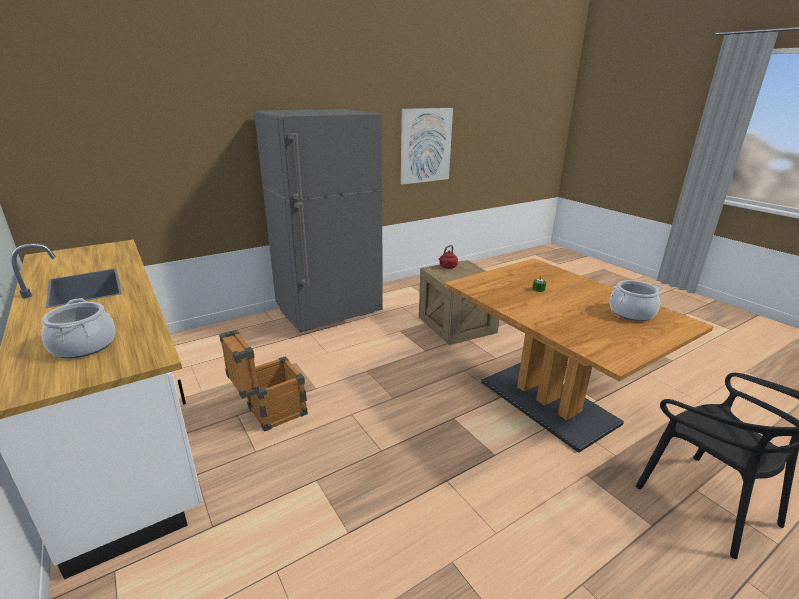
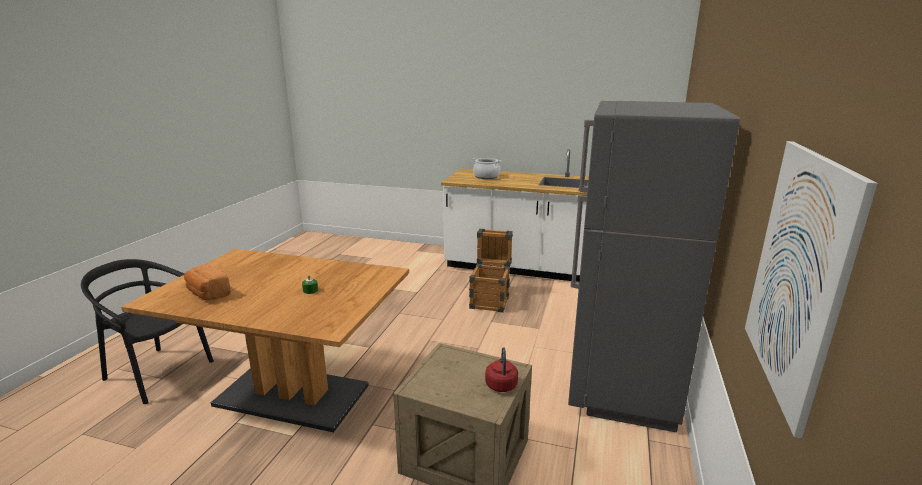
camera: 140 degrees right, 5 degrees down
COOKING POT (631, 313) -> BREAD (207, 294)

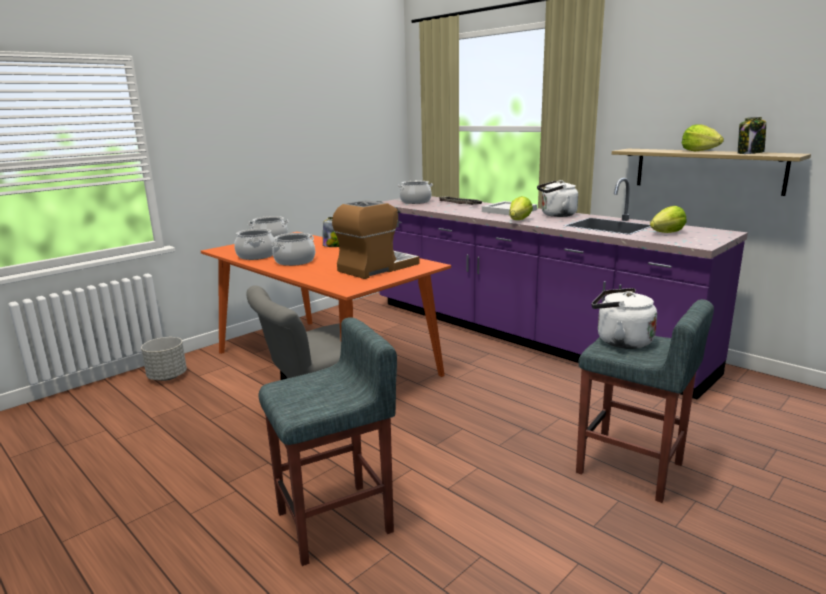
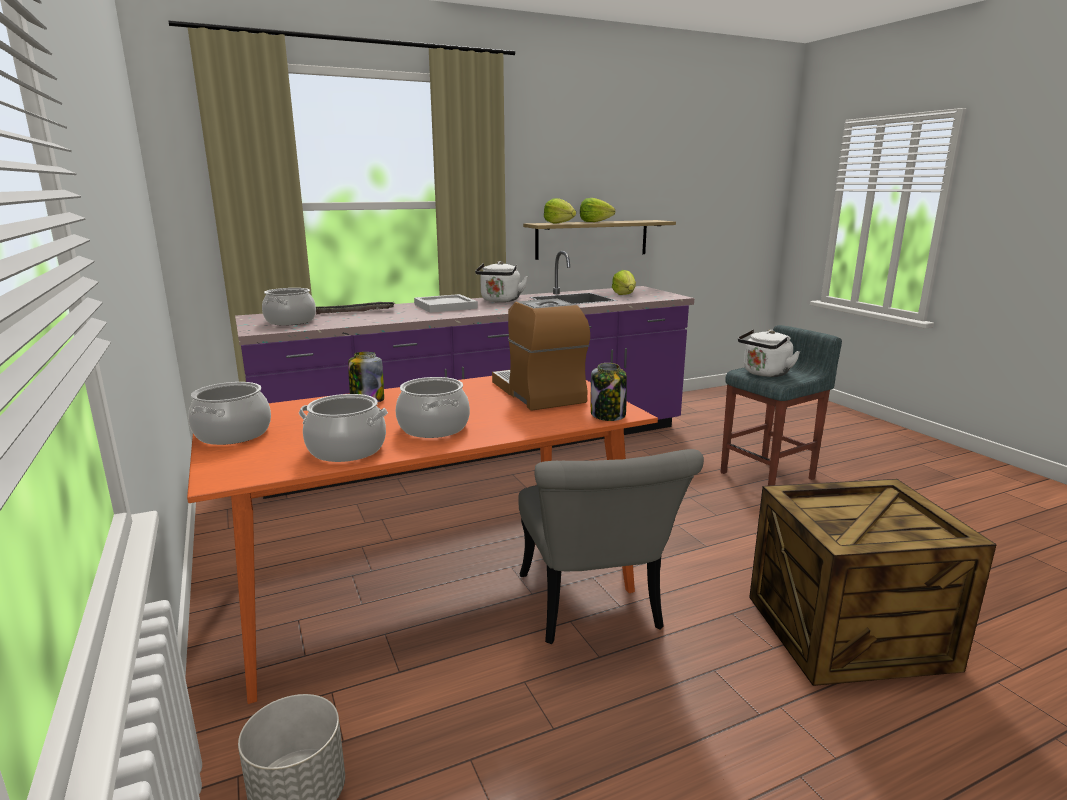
camera: 70 degrees left, 0 degrees up
LETTUCE (519, 220) -> LETTUCE (559, 223), relocated
JAR (750, 153) -> JAR (608, 415), relocated
GREY STOOL (336, 522) -> CRATE (847, 630)

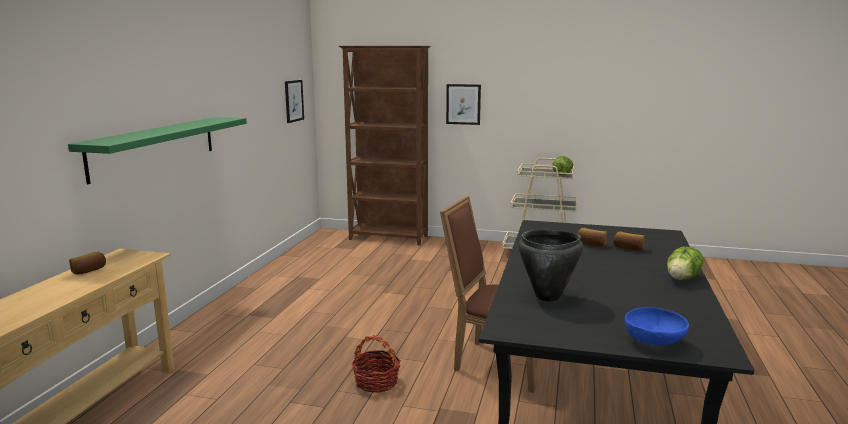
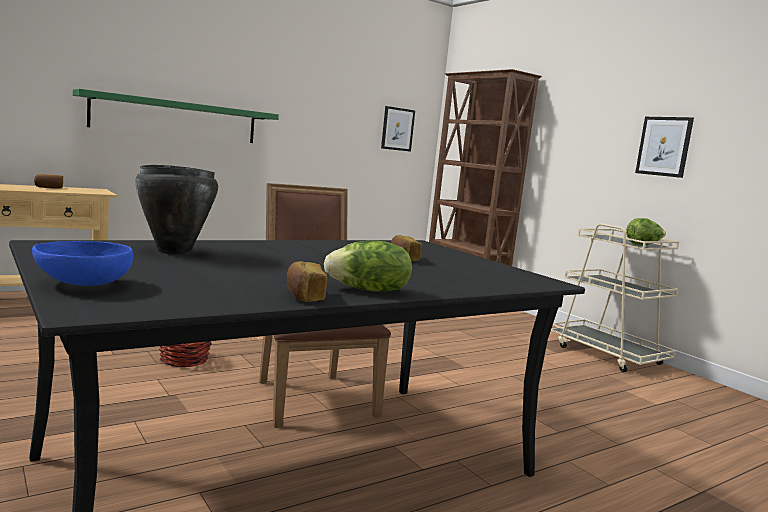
camera: 40 degrees right, 5 degrees down
BREAD (628, 248) -> BREAD (303, 296), relocated
PICTURE (463, 104) -> PICTURE (664, 146), relocated

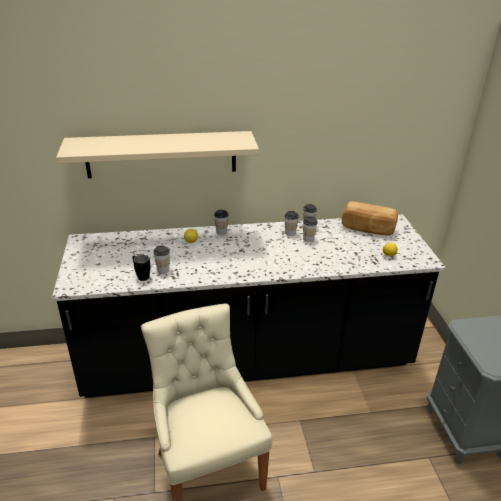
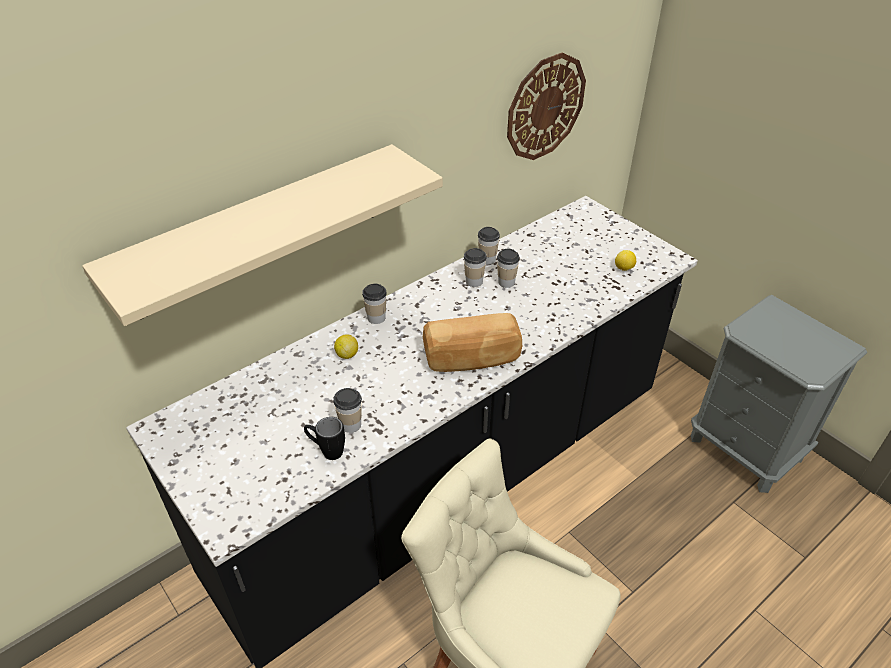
camera: 30 degrees left, 10 degrees up
BREAD (367, 229) -> BREAD (472, 358), relocated
none -> WALL CLOCK (545, 107)

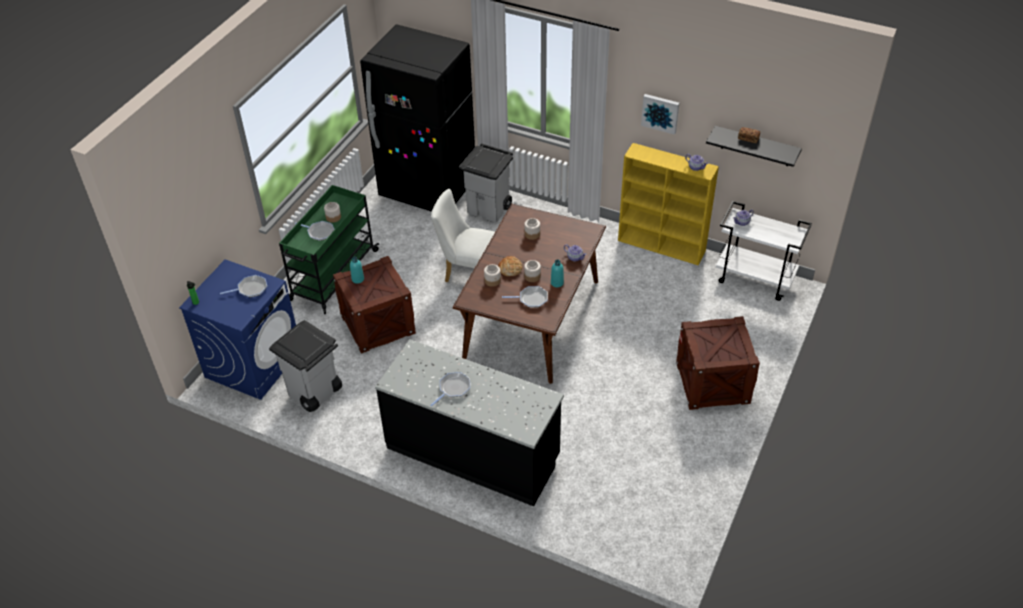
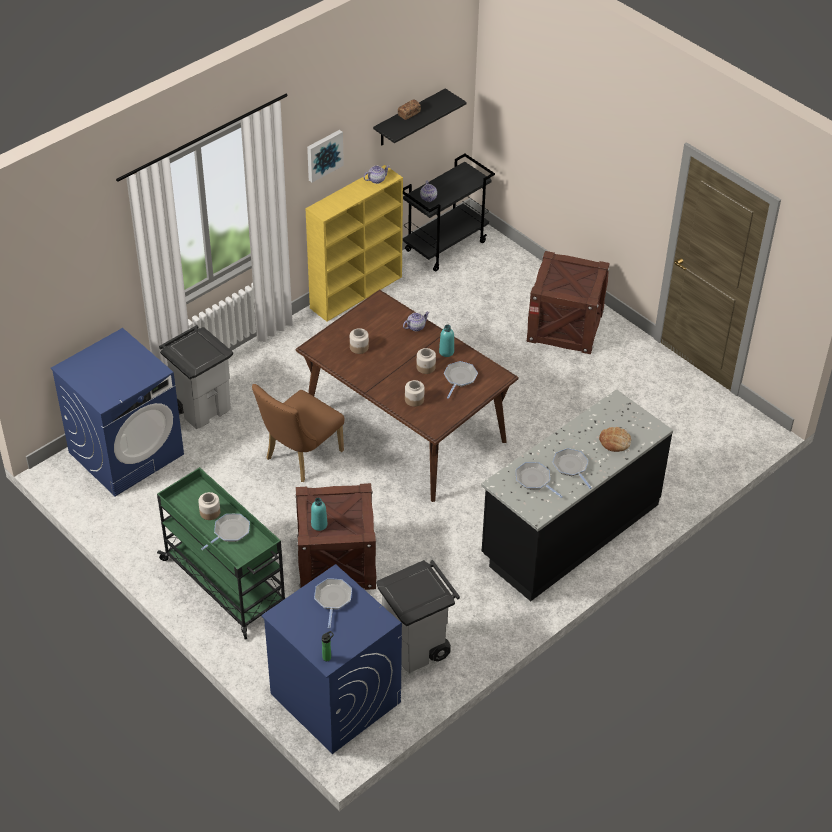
camera: 70 degrees left, 0 degrees up
BLACK FRIDGE (428, 190) -> BLUE WASHING MACHINE (126, 453)
WHITE CHAIR (468, 272) -> BROWN CHAIR (300, 457)
WHITE CART (755, 279) -> BLACK CART (445, 245)
none -> FRYING PAN (534, 480)
BREAD (510, 268) -> BREAD (615, 441), relocated

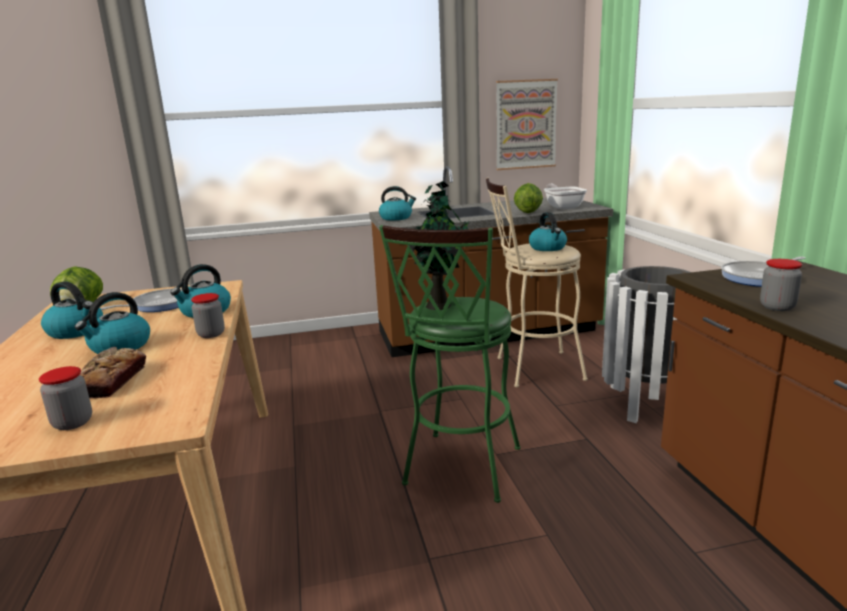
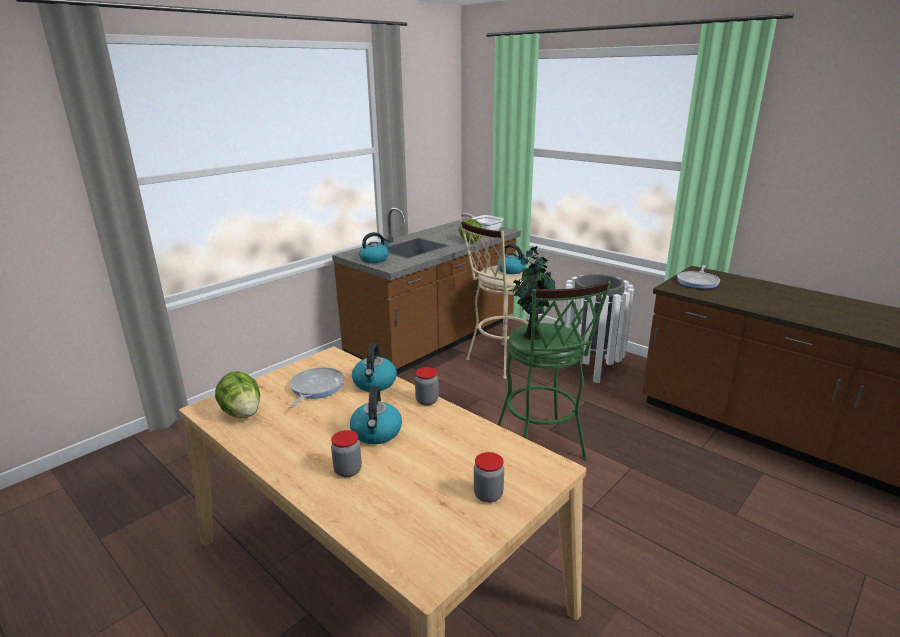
camera: 35 degrees left, 5 degrees up
JAR (777, 307) -> JAR (348, 470), relocated
KETTLE (76, 331) -> none
BREAD (111, 381) -> none
PICTURE (526, 124) -> none

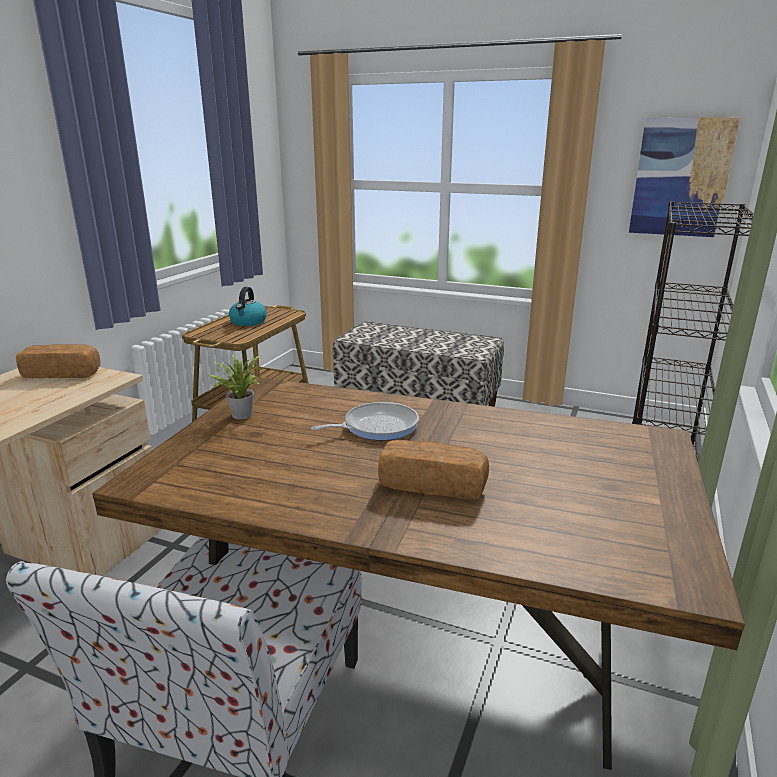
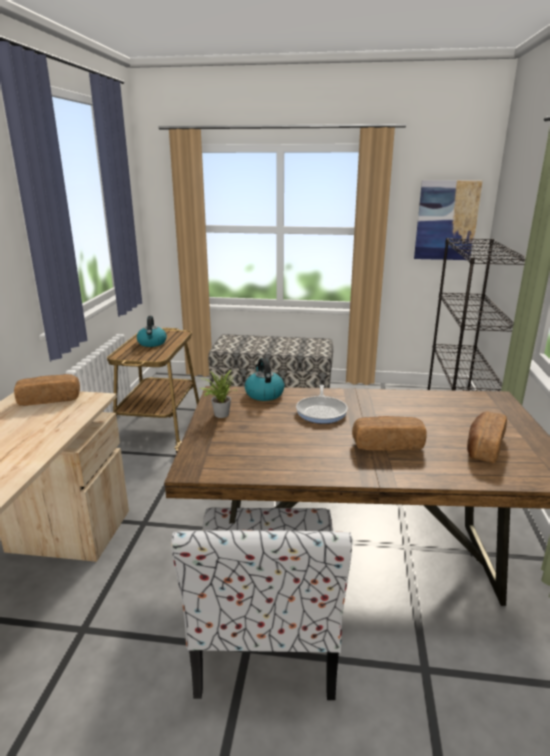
camera: 15 degrees left, 0 degrees up
none -> KETTLE (264, 394)
FRYING PAN (376, 427) -> FRYING PAN (322, 411), 135 degrees clockwise
none -> BREAD (483, 447)

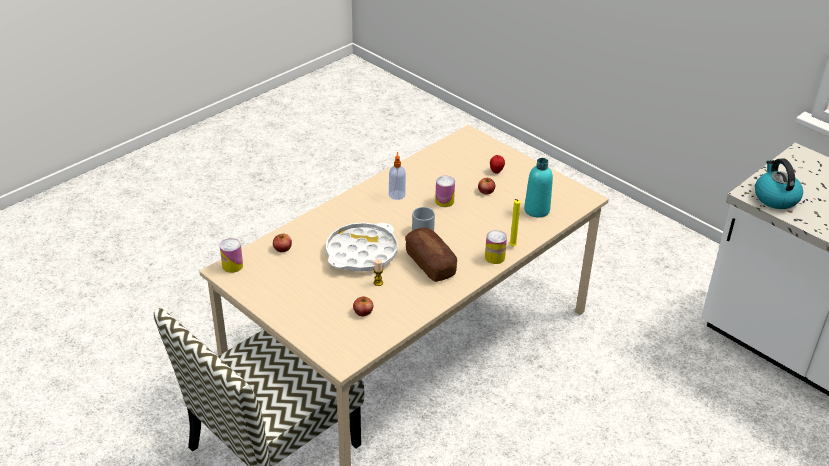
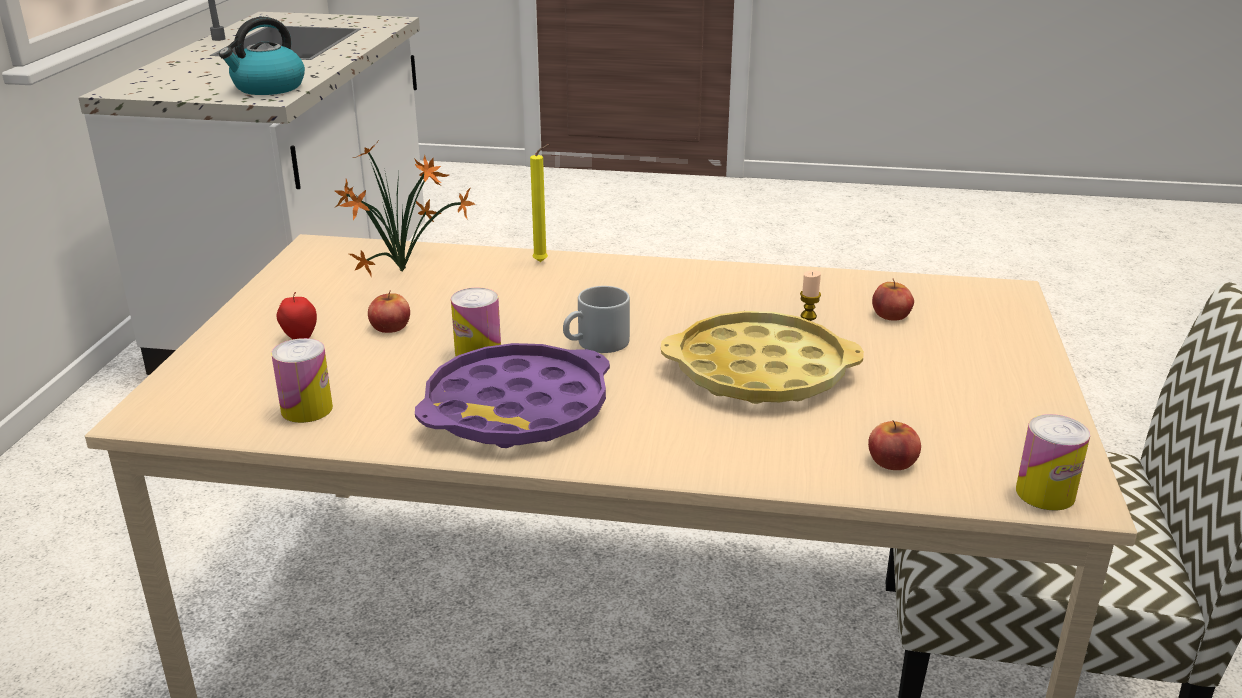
camera: 125 degrees left, 10 degrees down
CAN (494, 257) -> CAN (307, 409), relocated
TURQUOISE BOTTLE (537, 210) -> POTTED PLANT (405, 271)
SOAP DISPENSER (397, 194) -> PURPLE TRAY (517, 409)
WHITE TRAY (361, 253) -> YELLOW TRAY (760, 371)
BREAD (430, 263) -> none

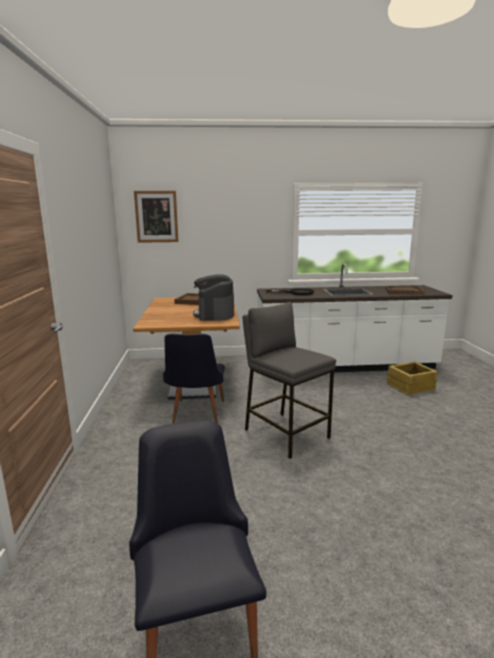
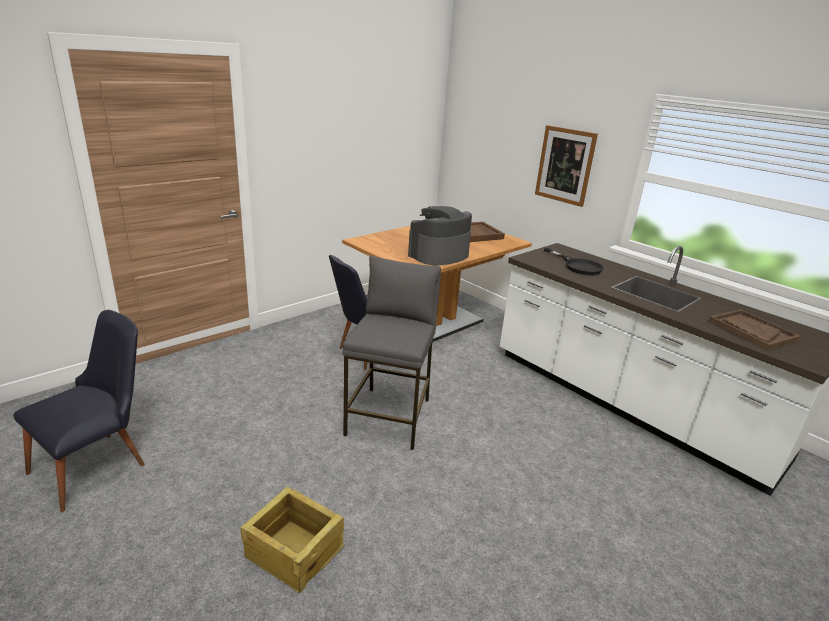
camera: 50 degrees right, 10 degrees up
CRATE (410, 386) -> CRATE (294, 551), relocated
PICTURE (156, 216) -> PICTURE (565, 165), relocated

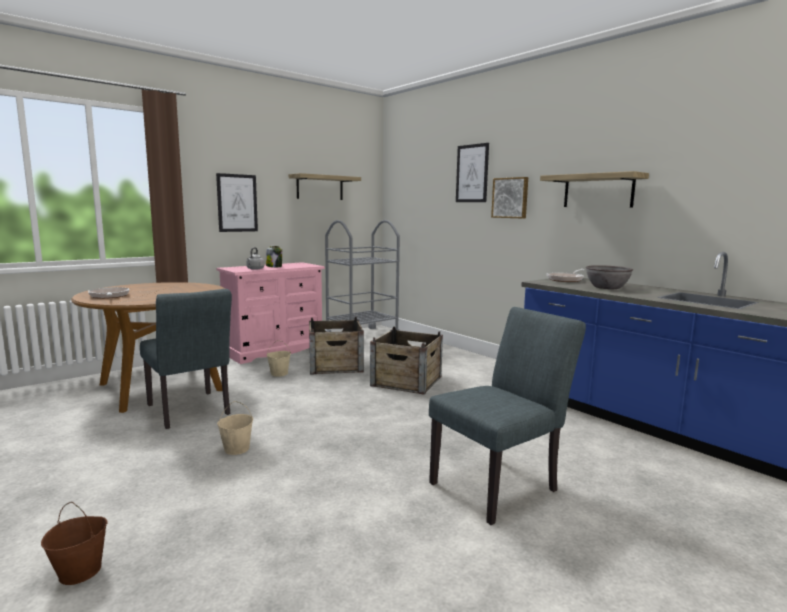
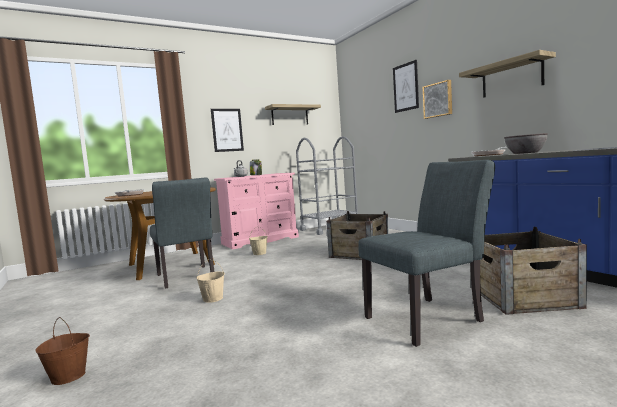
camera: 10 degrees right, 5 degrees down
CRATE (335, 365) -> CRATE (522, 297), relocated

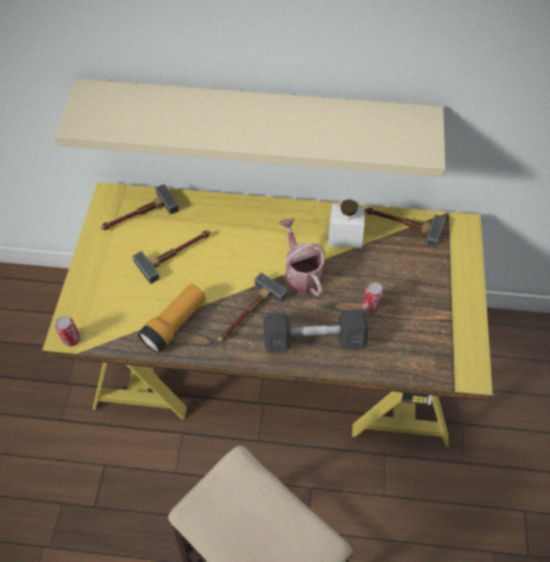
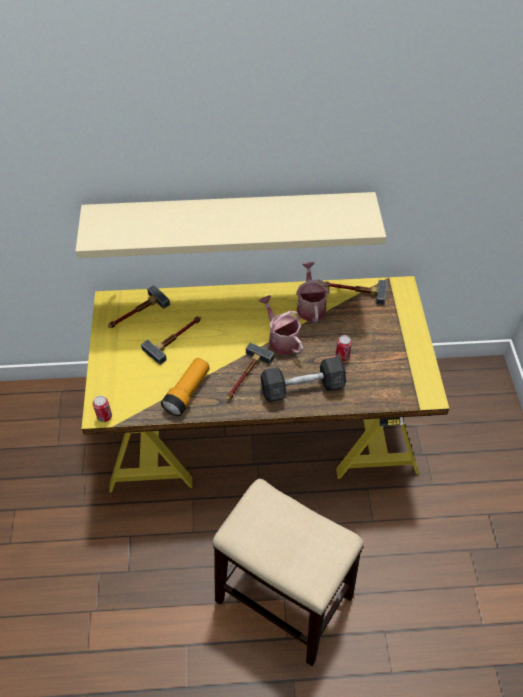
camera: 10 degrees left, 5 degrees down
WHITE JAR (345, 236) -> WATERING CAN (310, 306)

